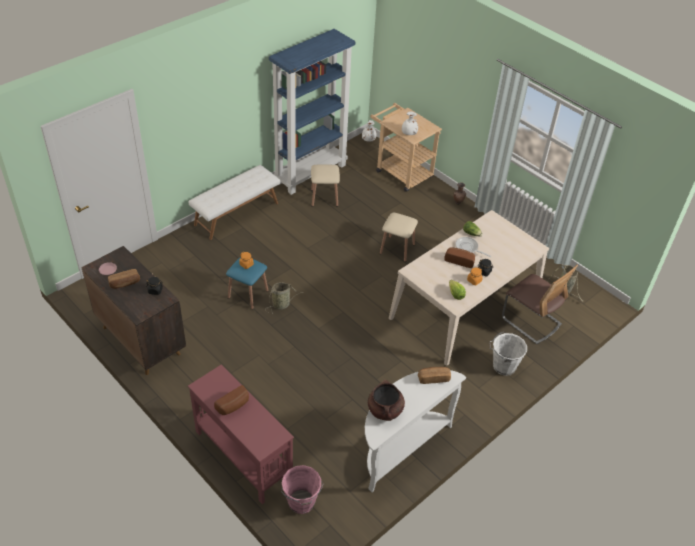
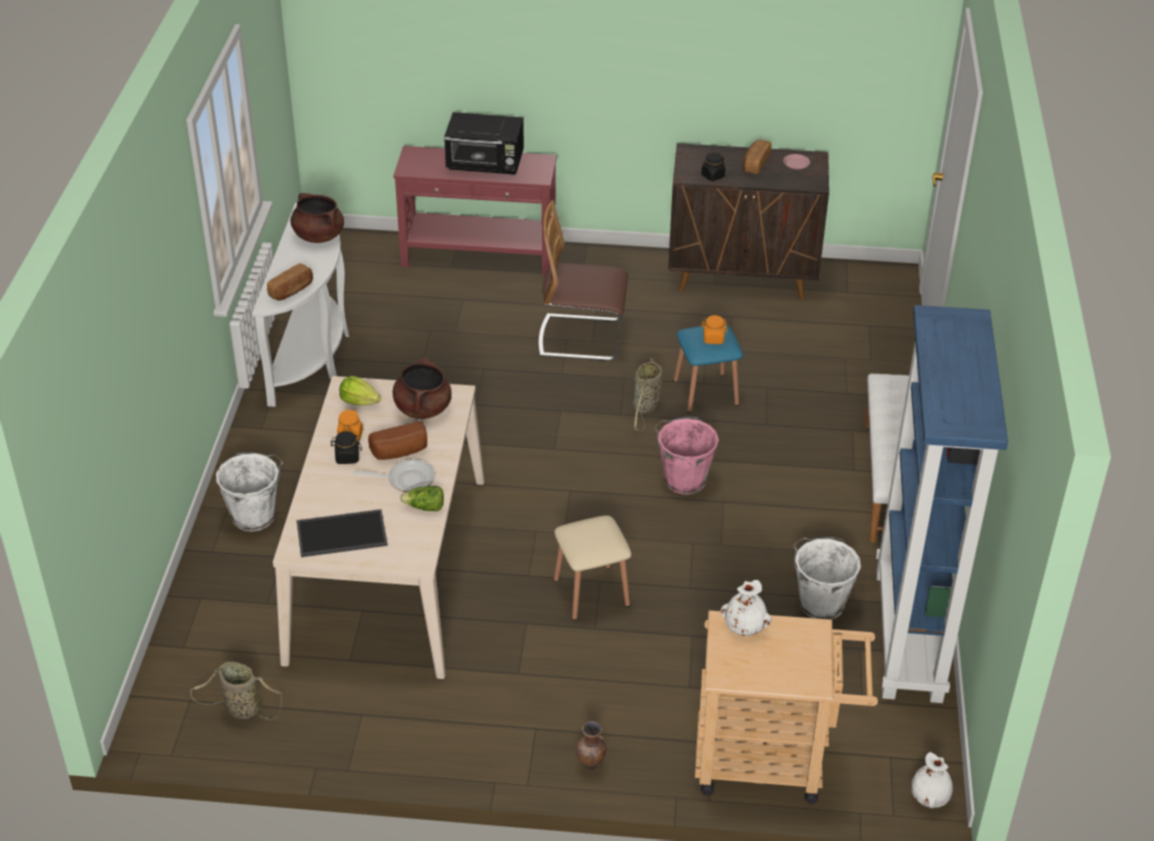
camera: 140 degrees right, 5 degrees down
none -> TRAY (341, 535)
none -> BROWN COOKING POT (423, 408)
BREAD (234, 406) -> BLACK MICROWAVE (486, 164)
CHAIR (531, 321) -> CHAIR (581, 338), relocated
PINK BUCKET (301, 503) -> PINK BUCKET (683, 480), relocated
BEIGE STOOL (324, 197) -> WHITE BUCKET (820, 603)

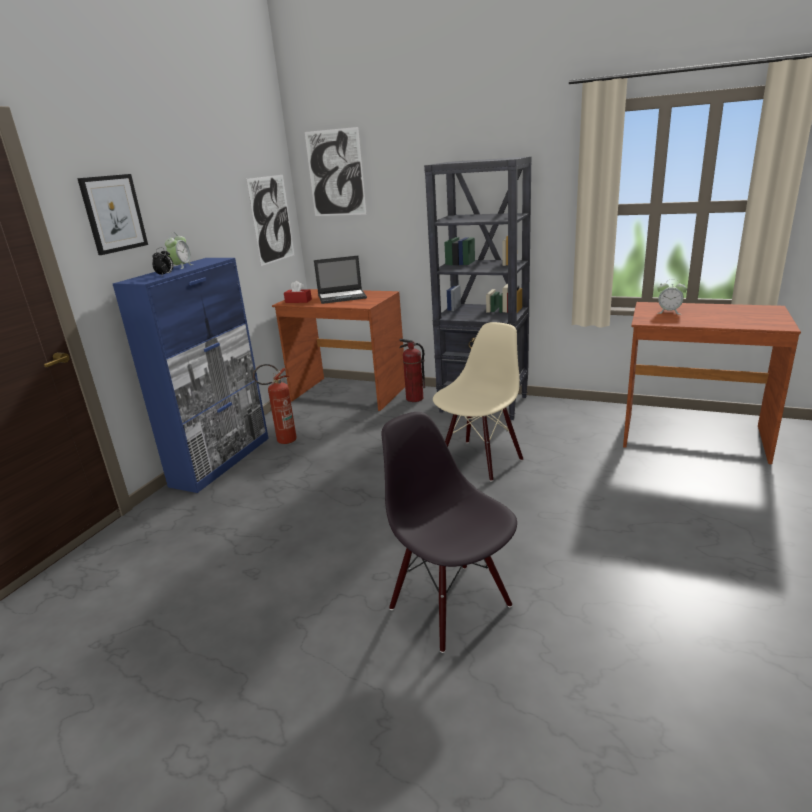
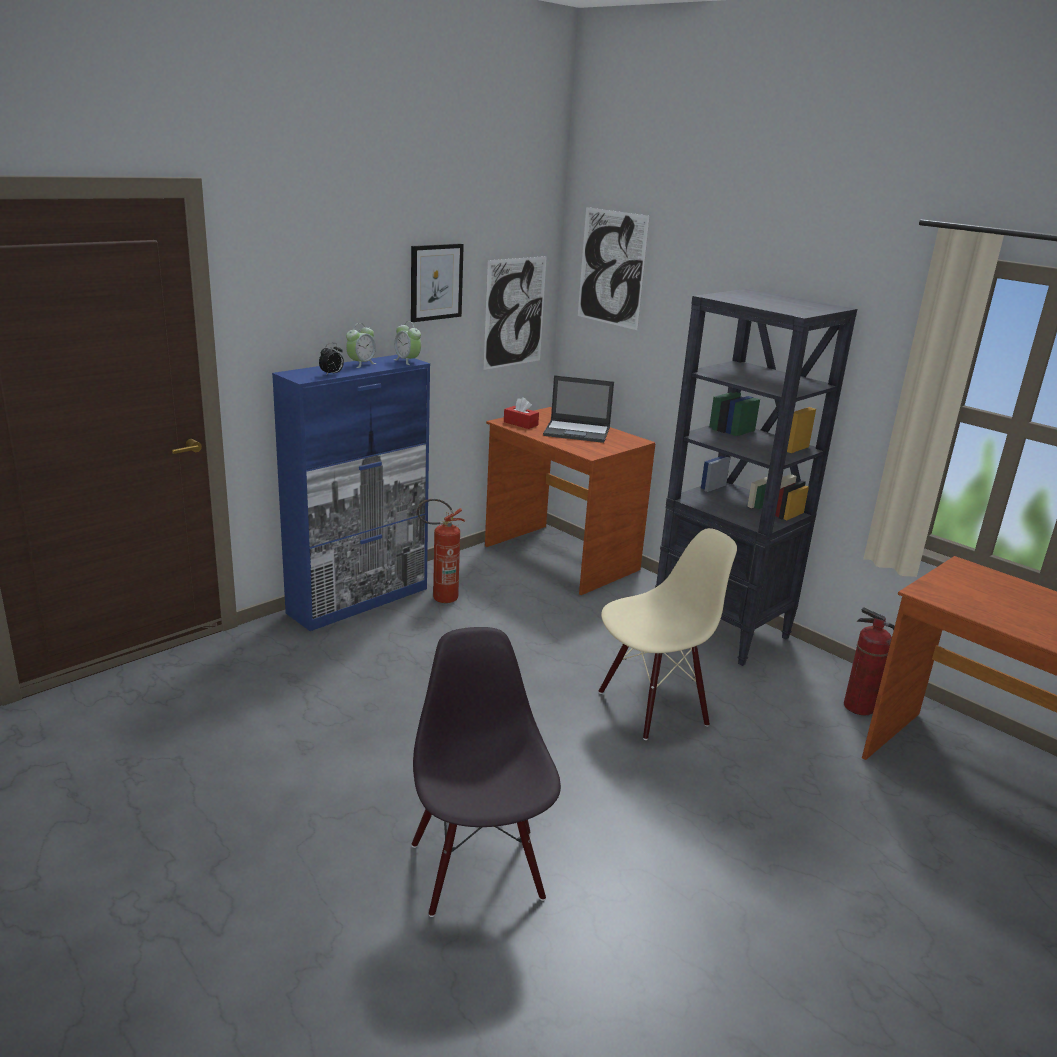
camera: 20 degrees right, 0 degrees up
ALARM CLOCK (669, 312) -> ALARM CLOCK (407, 361), relocated
PICTURE (113, 213) -> PICTURE (436, 282), relocated
FIRE EXTINGUISHER (414, 399) -> FIRE EXTINGUISHER (858, 707), relocated

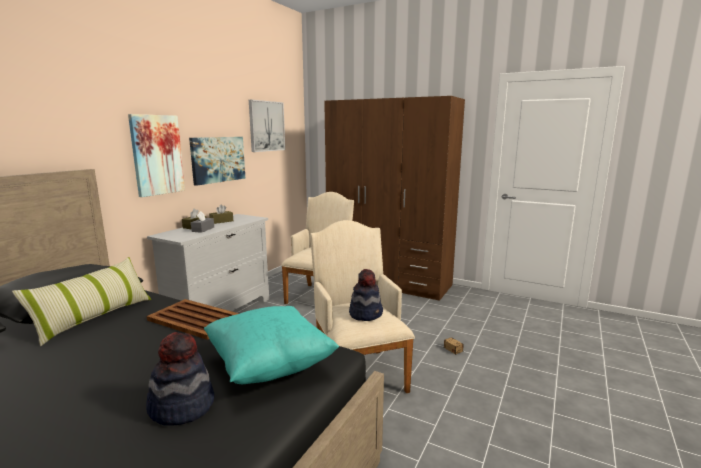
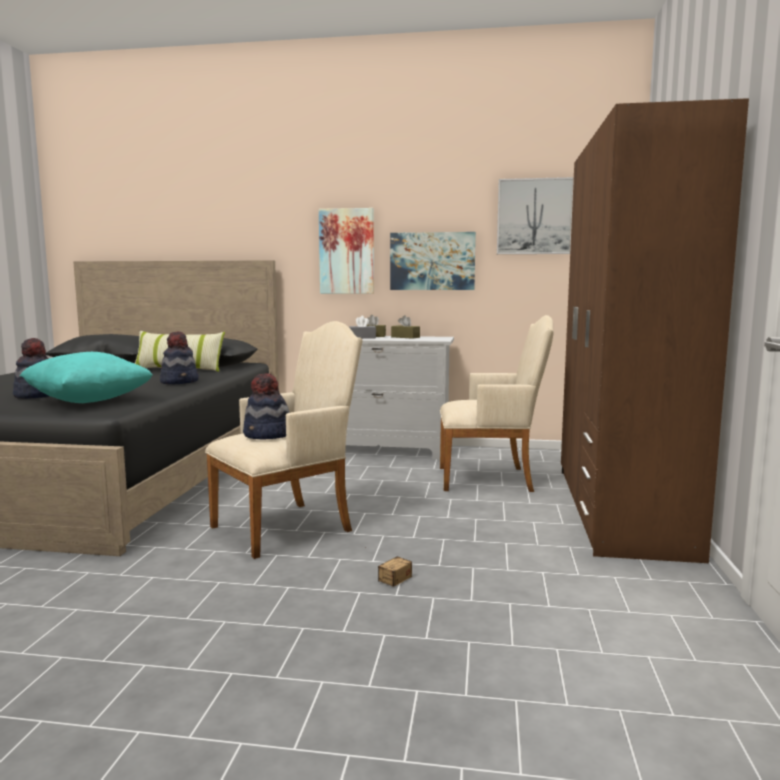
camera: 70 degrees right, 5 degrees down
BROWN TRAY (195, 319) -> HAT (180, 382)

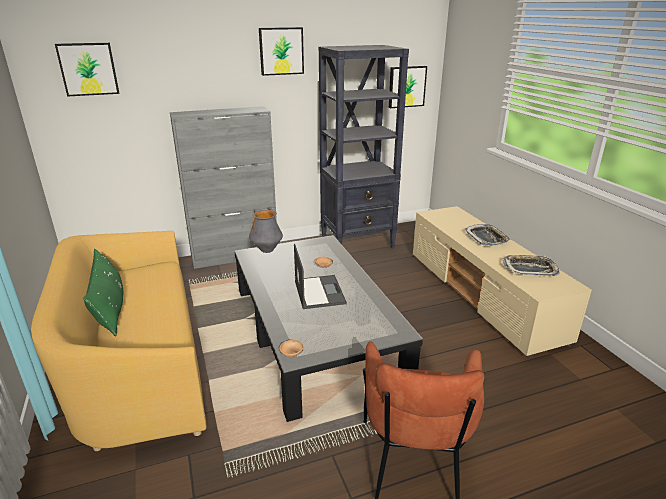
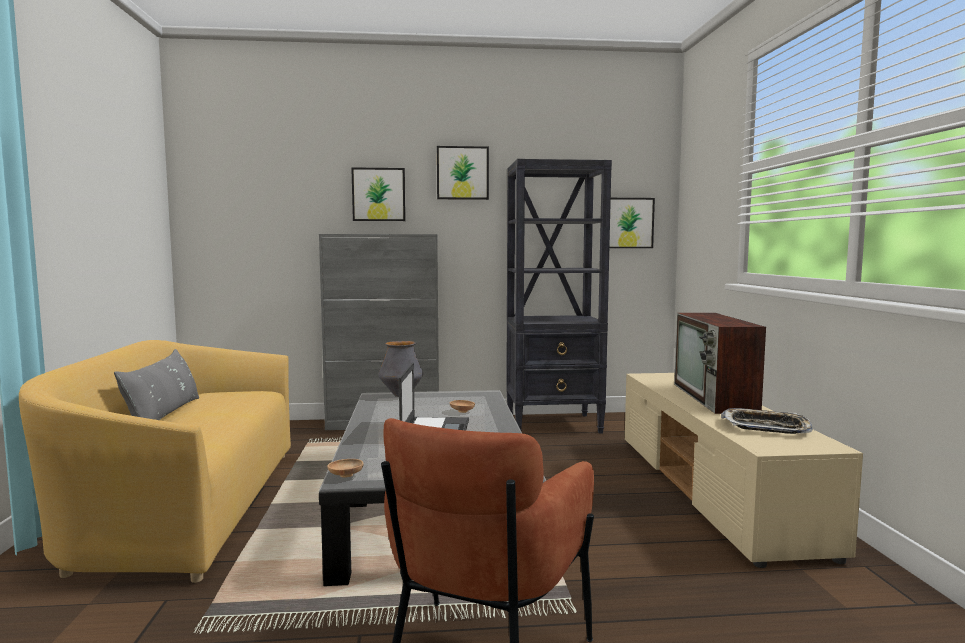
camera: 15 degrees right, 20 degrees down
GREEN PILLOW (110, 308) -> GREY PILLOW (164, 415)
PICTURE (88, 69) -> PICTURE (379, 194), relocated
TRAY (486, 238) -> TELEVISION (715, 398)

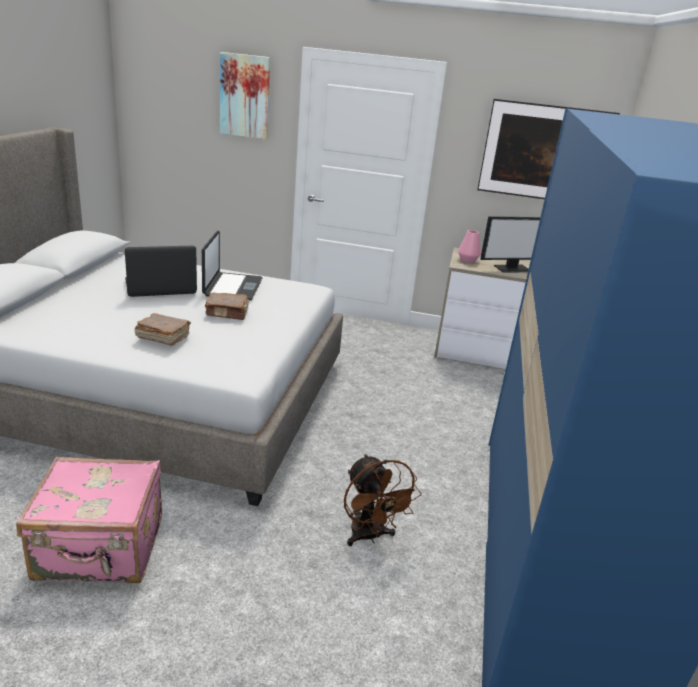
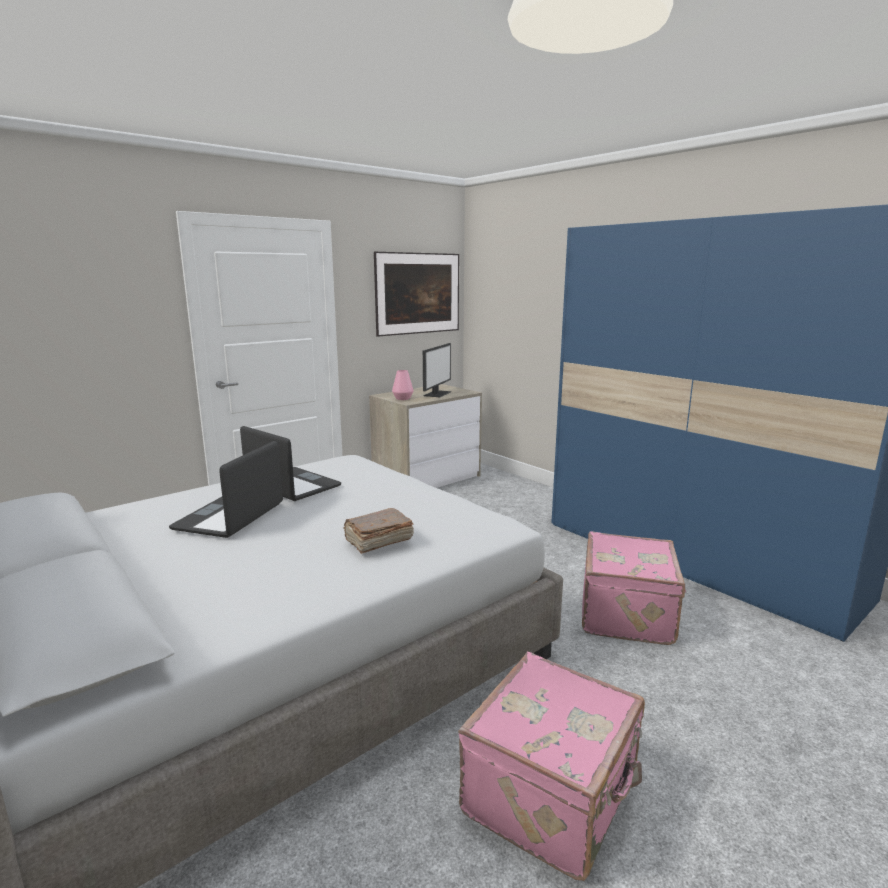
camera: 50 degrees left, 10 degrees down
BROWN FAN (369, 536) -> PINK SUITCASE (628, 614)
BROWN BOOK (227, 313) -> none
PICTURE (245, 96) -> none

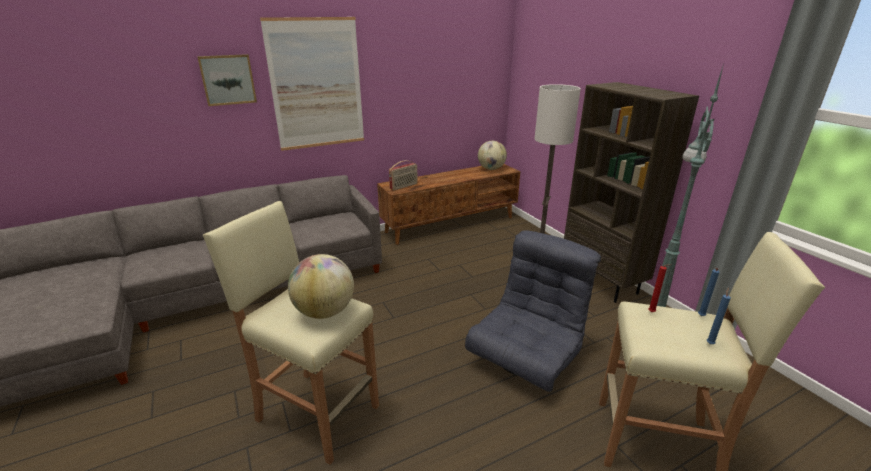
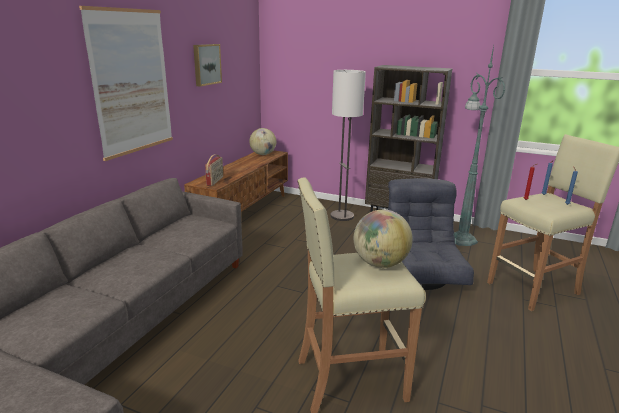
camera: 40 degrees left, 5 degrees down
PICTURE (227, 79) -> PICTURE (206, 64), relocated

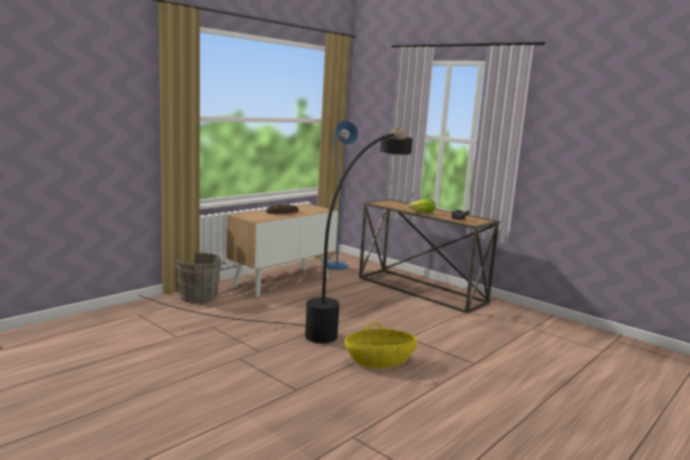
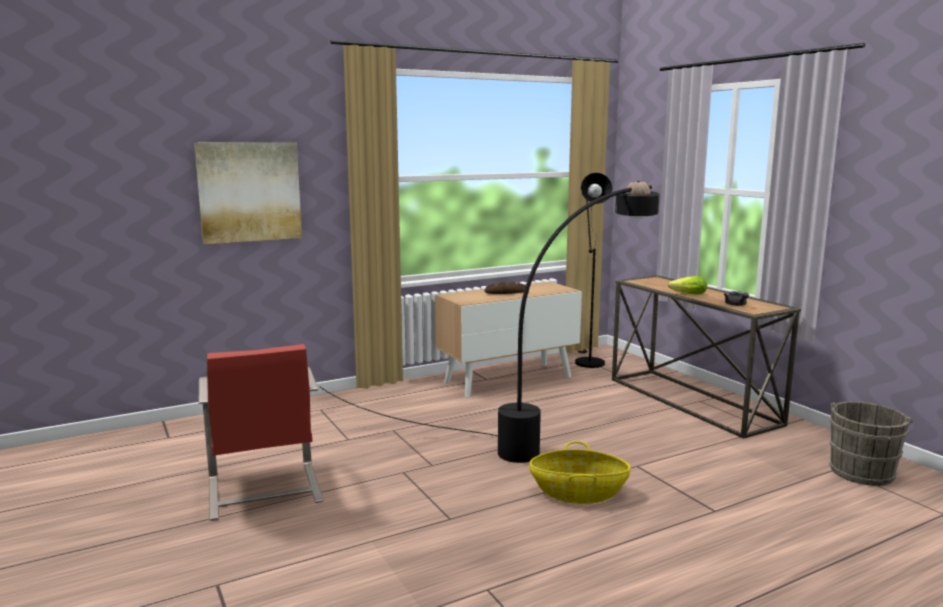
camera: 20 degrees right, 0 degrees up
none -> PICTURE (249, 192)
none -> RED CHAIR (263, 491)
BLUE FLOOR LAMP (334, 265) -> BLACK FLOOR LAMP (587, 361)
GREY BUCKET (200, 295) -> GREY BUCKET (862, 471), relocated

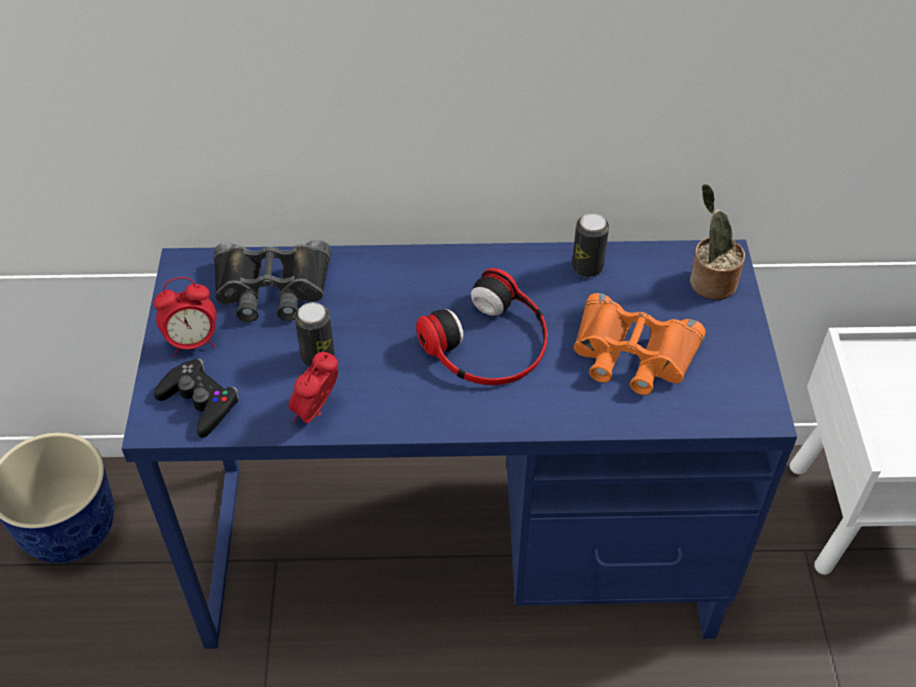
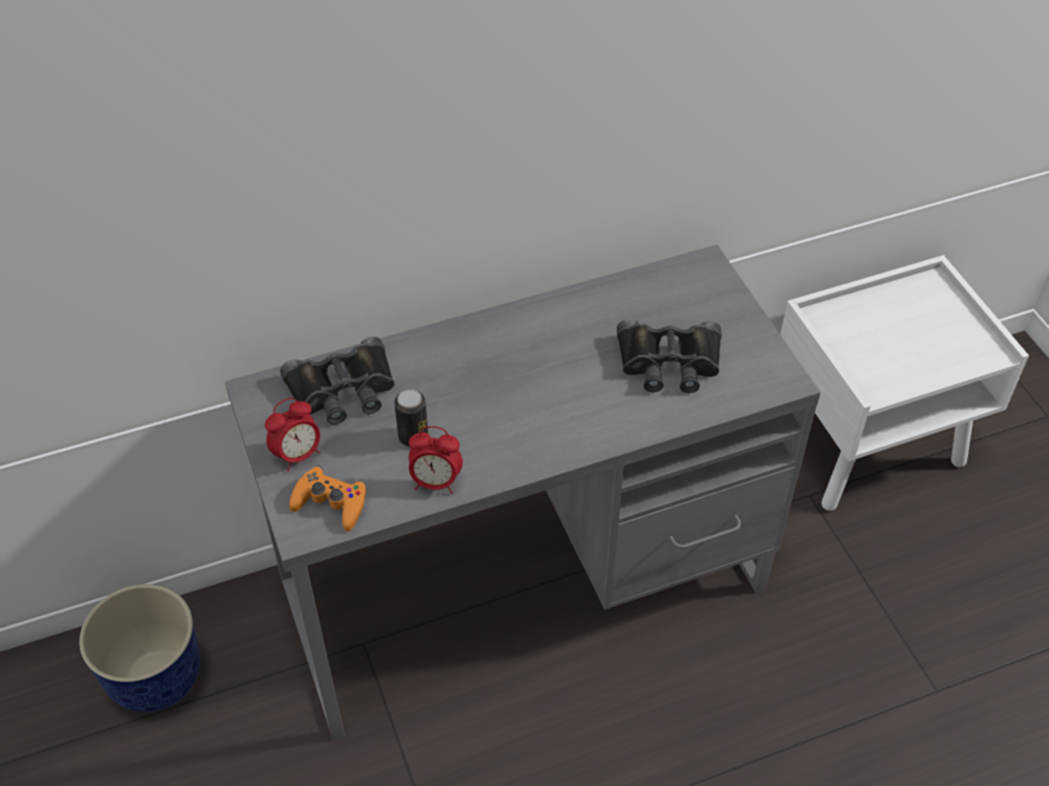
camera: 20 degrees left, 0 degrees up
BLUE DESK (460, 550) -> GREY DESK (524, 584)
BLACK GAME CONTROLLER (200, 402) -> ORANGE GAME CONTROLLER (331, 503)
ALARM CLOCK (317, 412) -> ALARM CLOCK (435, 482), 90 degrees counterclockwise
ORANGE BINOCULARS (632, 354) -> BLACK BINOCULARS (669, 363)
HEADPHONES (489, 343) -> none
CAN (587, 267) -> none
POTTED PLANT (709, 282) -> none

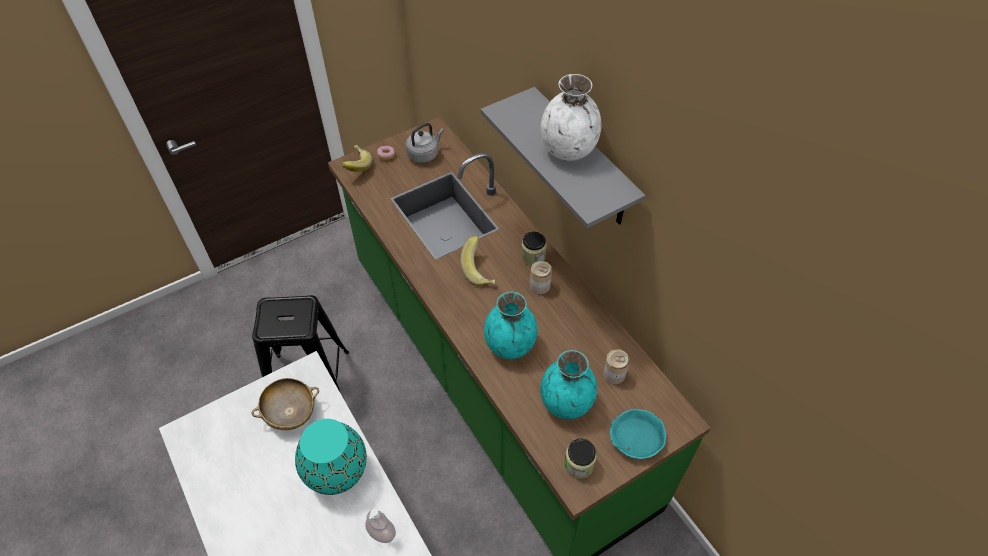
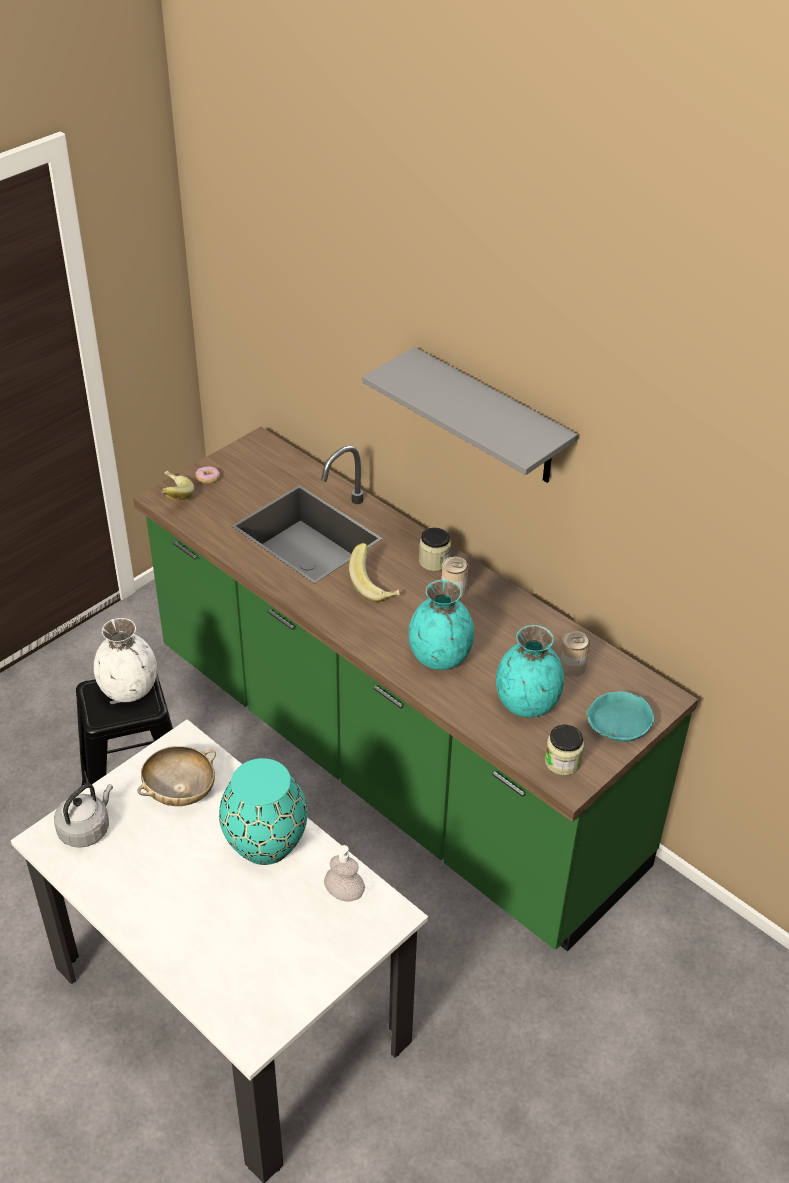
camera: 15 degrees left, 10 degrees down
GREY KETTLE (424, 154) -> GREY KETTLE (86, 829), relocated
WHITE VASE (568, 150) -> WHITE VASE (129, 689), relocated

